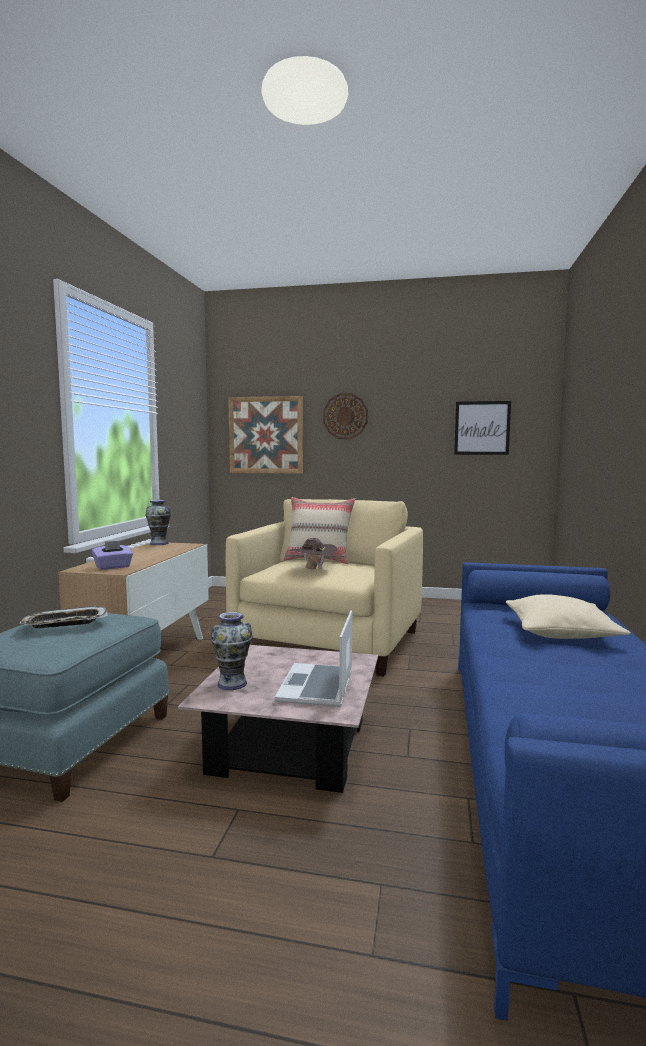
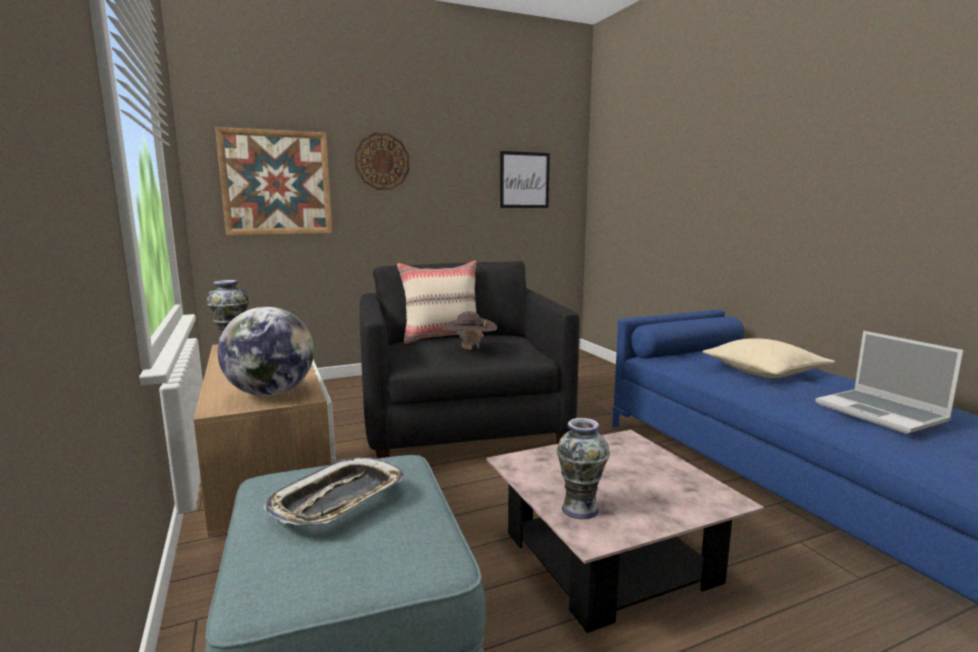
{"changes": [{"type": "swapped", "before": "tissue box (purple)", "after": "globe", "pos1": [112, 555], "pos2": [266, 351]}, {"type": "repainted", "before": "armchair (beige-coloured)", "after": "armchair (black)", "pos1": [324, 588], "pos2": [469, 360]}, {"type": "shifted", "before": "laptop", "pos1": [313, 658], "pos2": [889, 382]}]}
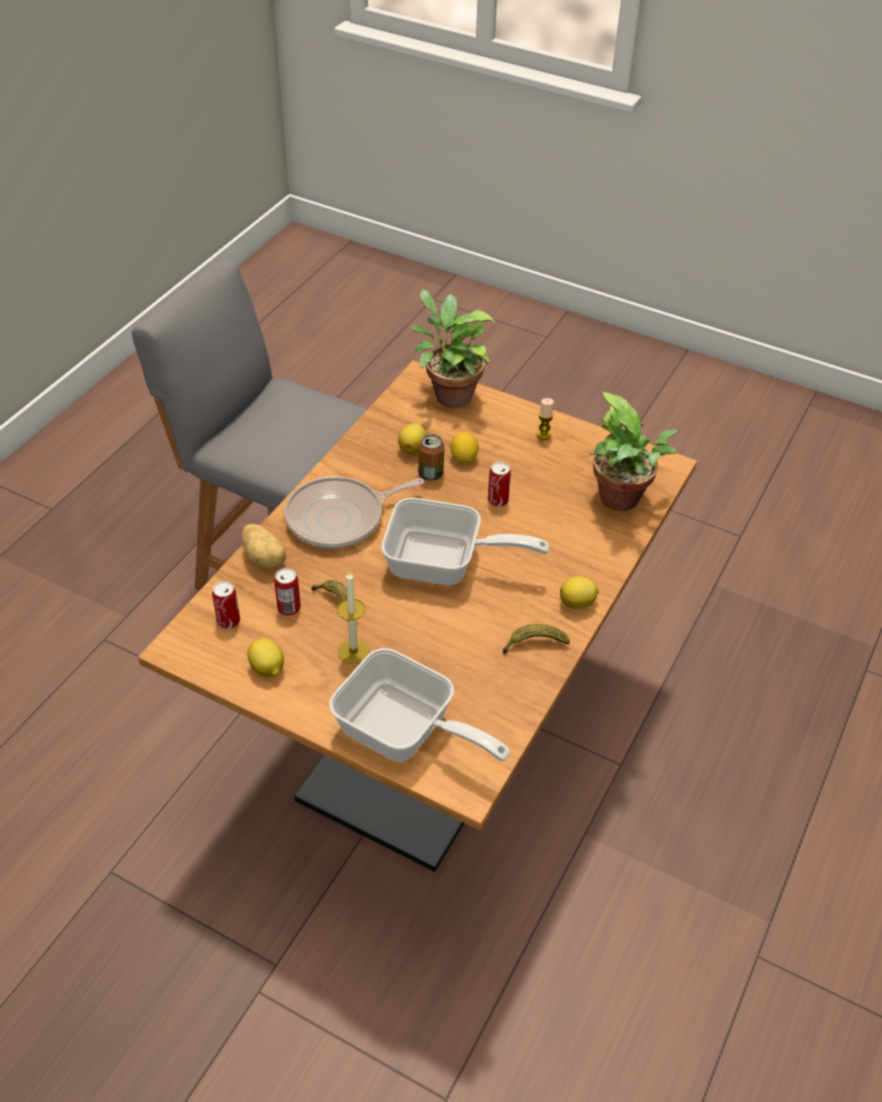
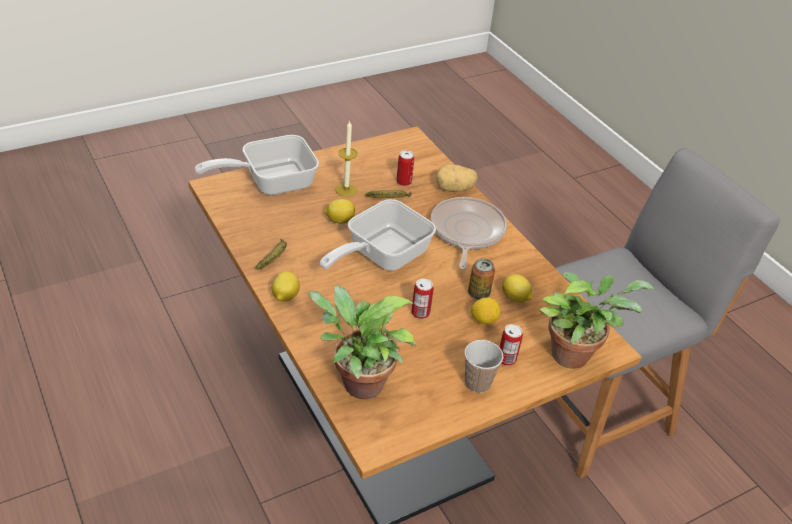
{"changes": [{"type": "shifted", "before": "sealed can", "pos1": [226, 605], "pos2": [511, 345]}, {"type": "shifted", "before": "whole lemon", "pos1": [265, 658], "pos2": [340, 211]}, {"type": "swapped", "before": "wax light", "after": "small cup", "pos1": [545, 419], "pos2": [484, 366]}]}
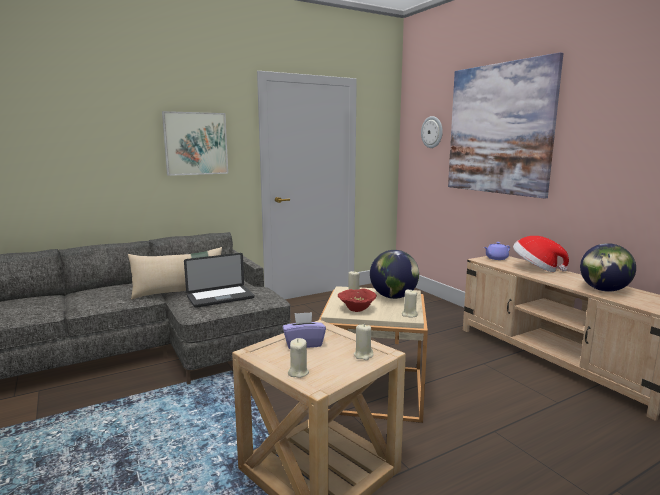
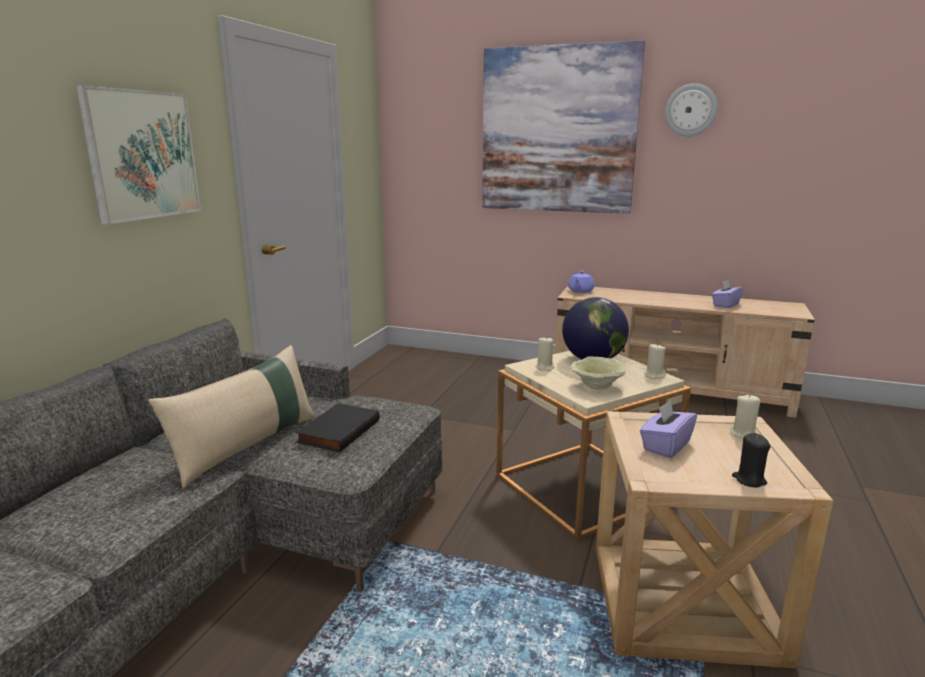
{"changes": [{"type": "swapped", "before": "laptop", "after": "bound book (black)", "pos1": [219, 280], "pos2": [338, 428]}, {"type": "repainted", "before": "wax light (beige-coloured)", "after": "wax light (black)", "pos1": [298, 358], "pos2": [751, 460]}, {"type": "repainted", "before": "serving bowl (red-coloured)", "after": "serving bowl (beige-coloured)", "pos1": [357, 300], "pos2": [598, 373]}, {"type": "shifted", "before": "clock on the wall", "pos1": [432, 132], "pos2": [691, 110]}, {"type": "gone", "before": "clothing hat", "pos1": [541, 254]}, {"type": "swapped", "before": "globe", "after": "tissue box (purple)", "pos1": [608, 267], "pos2": [727, 294]}]}
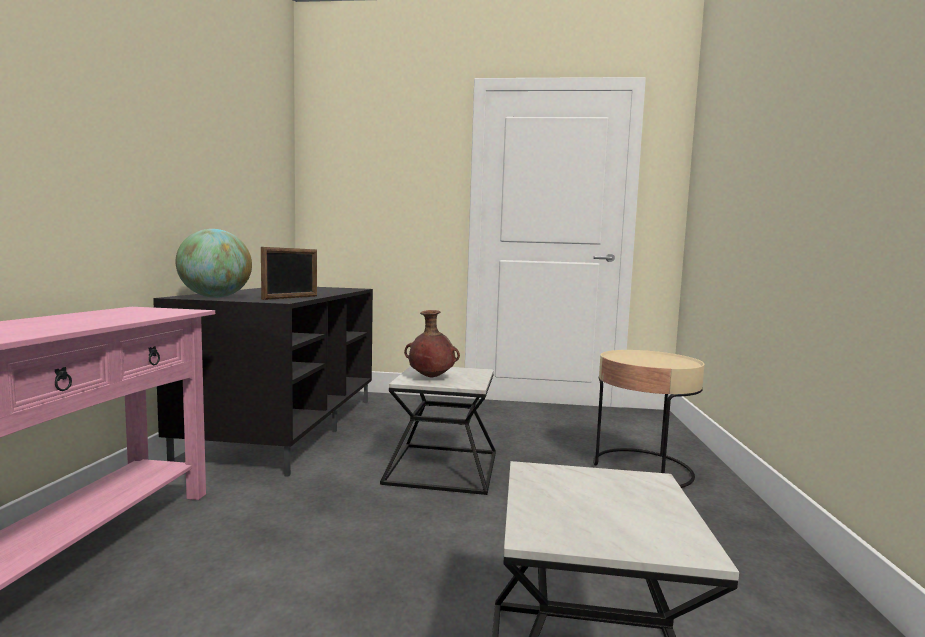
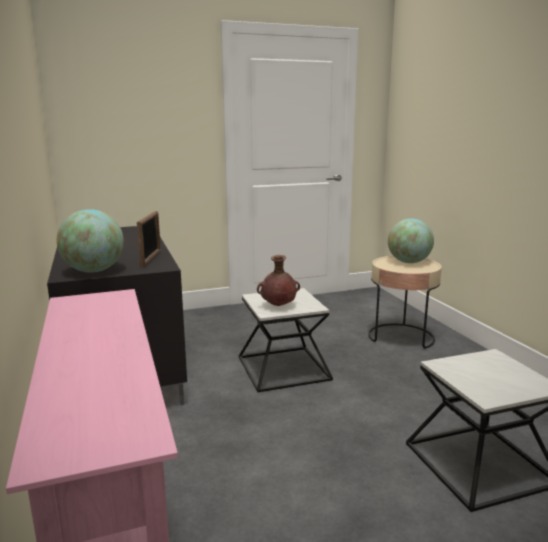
{"changes": [{"type": "new", "after": "globe", "pos2": [411, 240]}]}
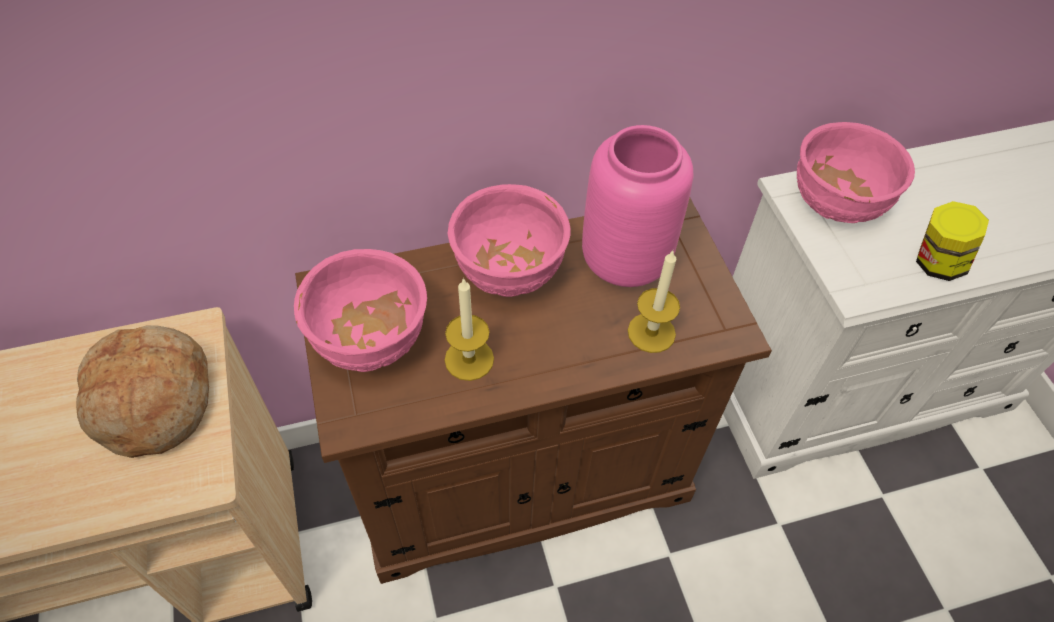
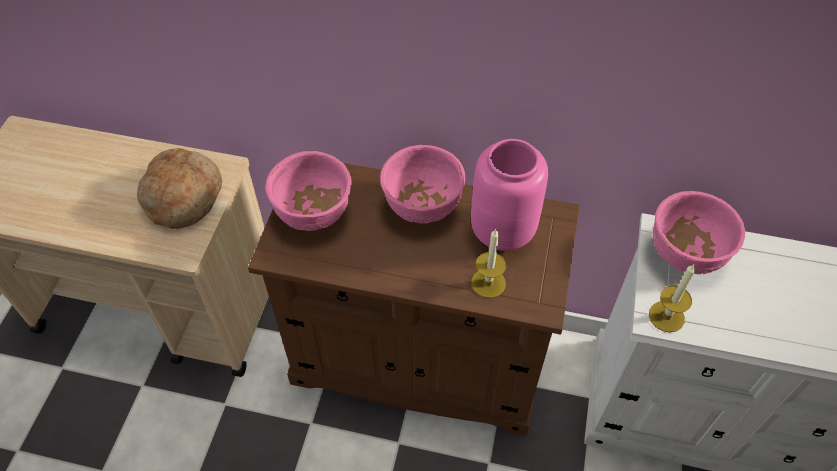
{"changes": [{"type": "shifted", "before": "wax light", "pos1": [469, 329], "pos2": [672, 298]}, {"type": "gone", "before": "preserve jar", "pos1": [952, 241]}]}
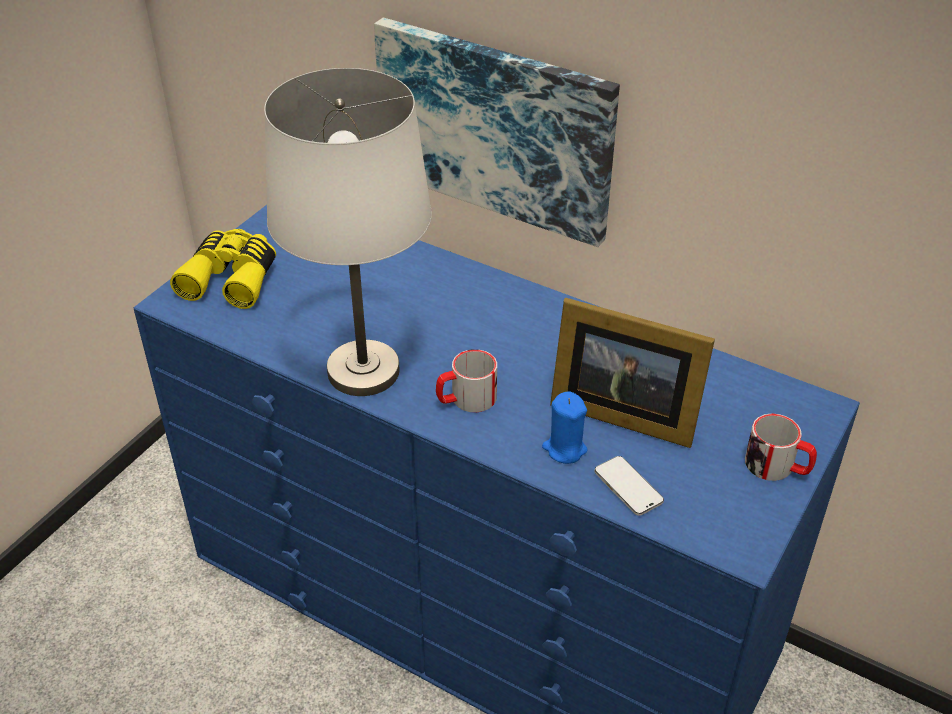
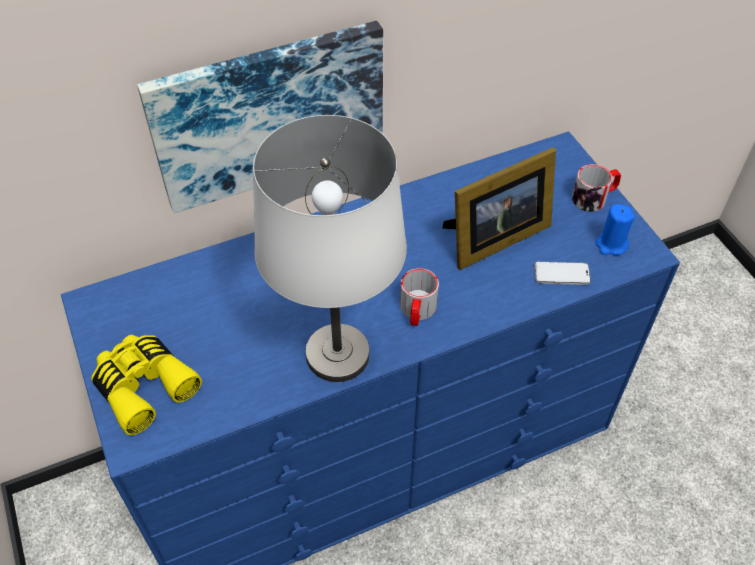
{"changes": [{"type": "shifted", "before": "wax light (bluish)", "pos1": [565, 427], "pos2": [615, 229]}]}
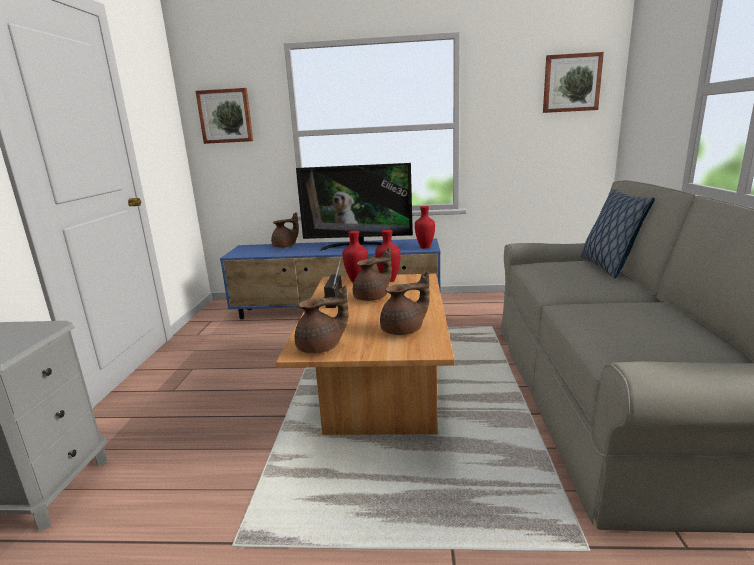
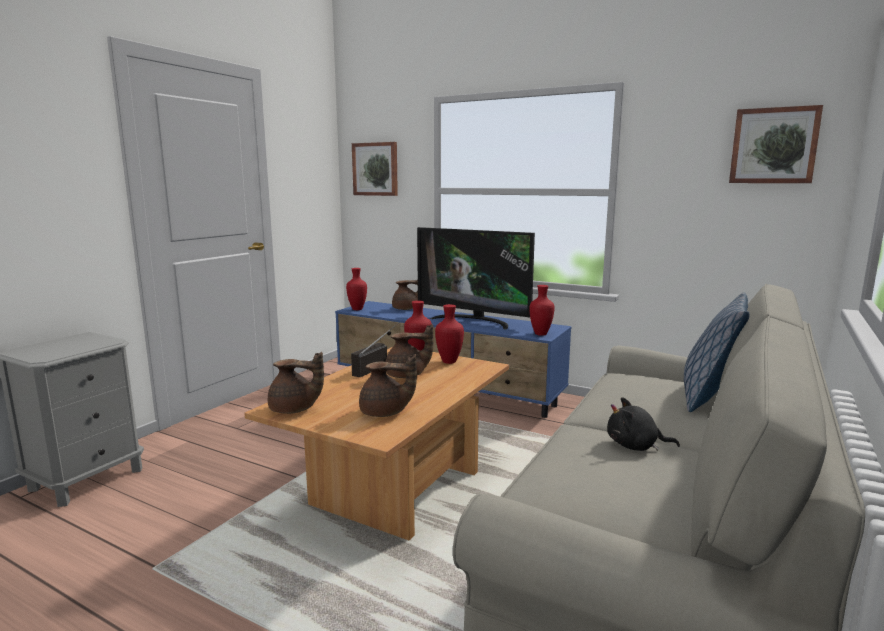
{"changes": [{"type": "new", "after": "flower vase (red-coloured)", "pos2": [356, 289]}, {"type": "new", "after": "plush toy (black)", "pos2": [643, 424]}]}
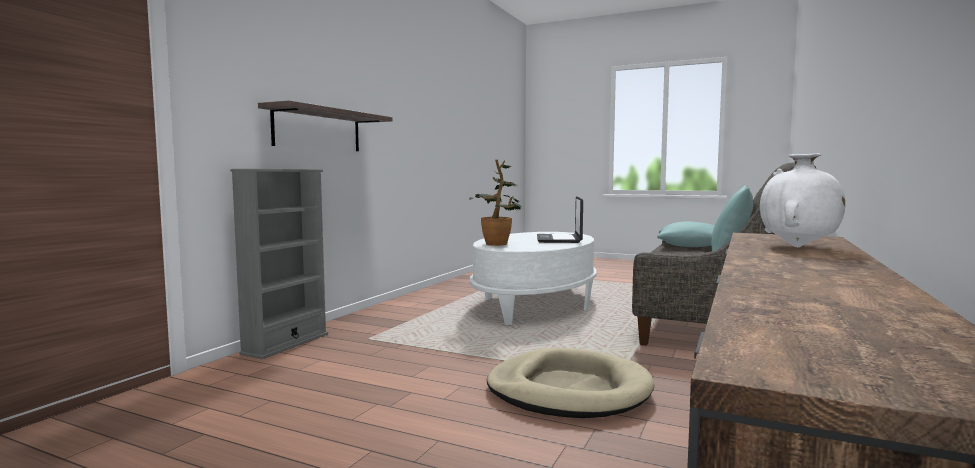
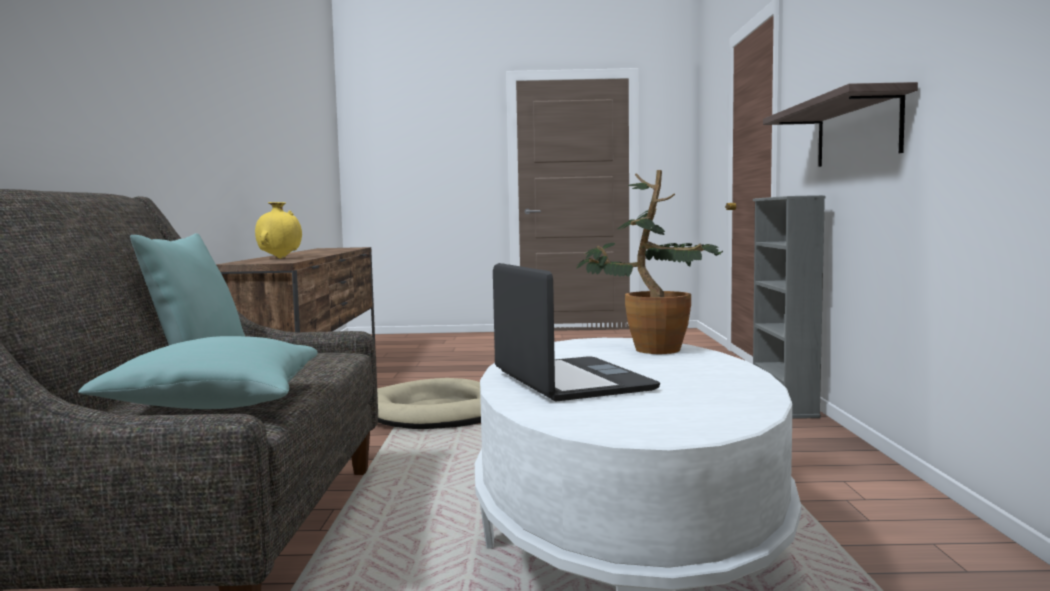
{"changes": [{"type": "repainted", "before": "flower vase (white-coloured)", "after": "flower vase (yellowish)", "pos1": [802, 200], "pos2": [278, 230]}]}
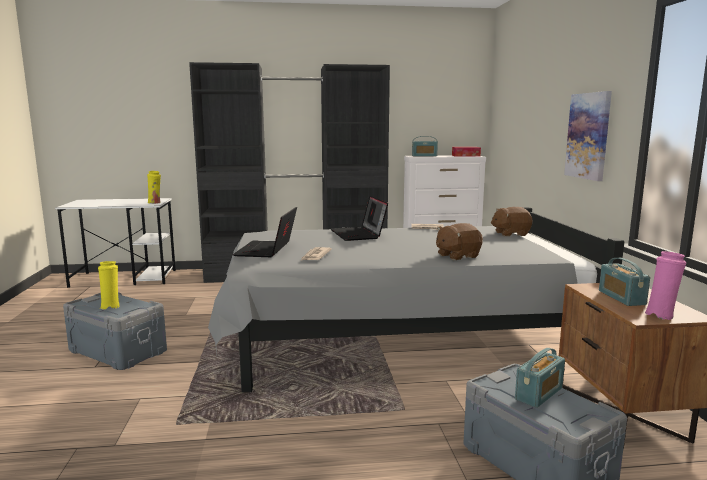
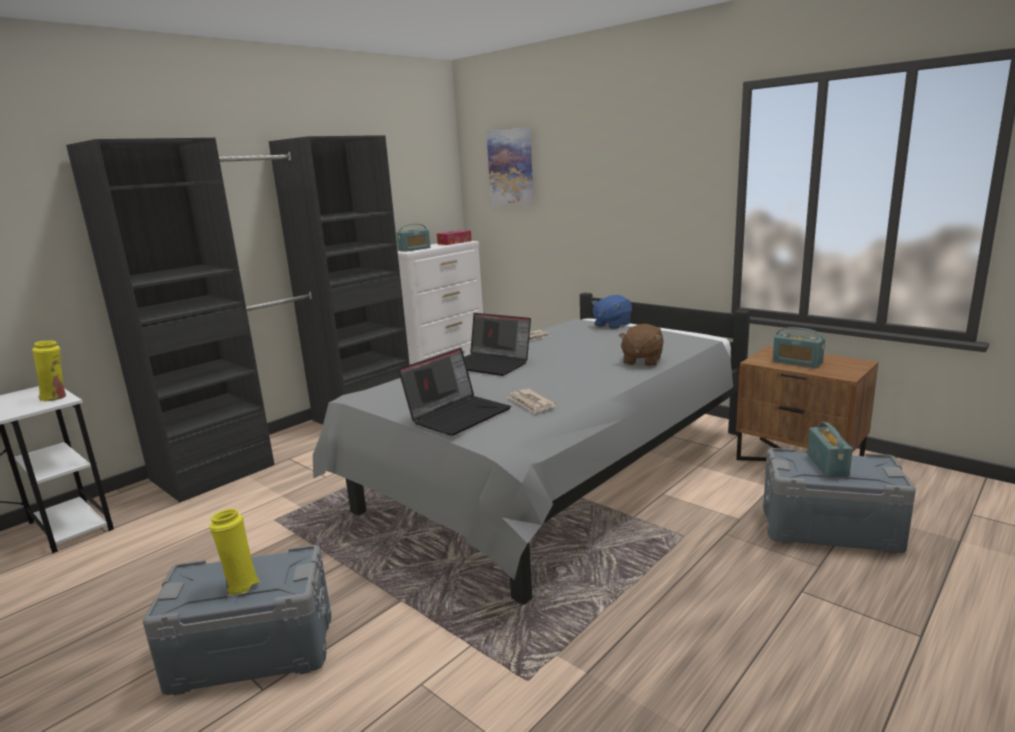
{"changes": [{"type": "rotated", "before": "laptop", "pos1": [265, 232], "pos2": [454, 392], "turn": -105}, {"type": "repainted", "before": "plush toy (brownish)", "after": "plush toy (bluish)", "pos1": [512, 221], "pos2": [611, 312]}, {"type": "shifted", "before": "wall art", "pos1": [588, 136], "pos2": [510, 166]}, {"type": "gone", "before": "flower vase (pinkish)", "pos1": [665, 285]}]}
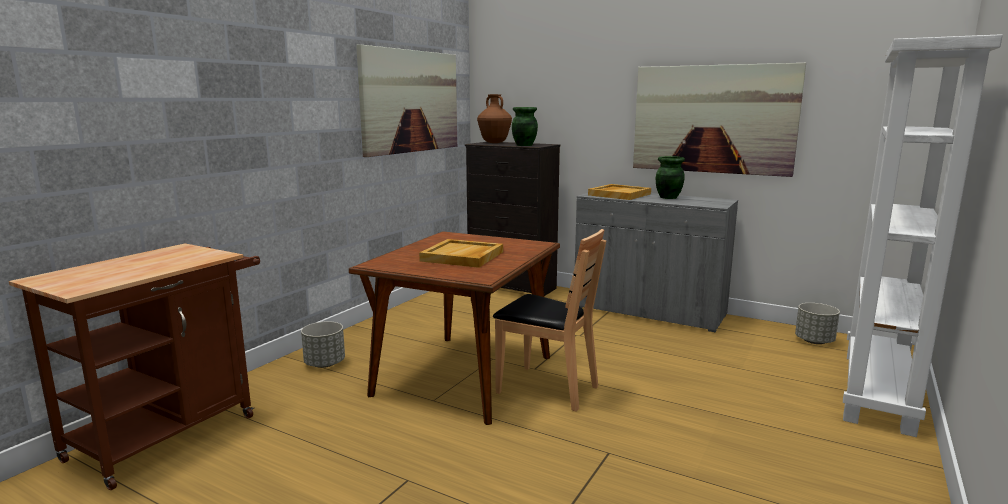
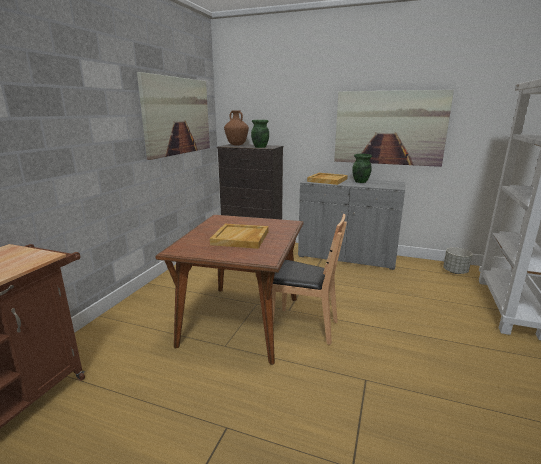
{"changes": [{"type": "gone", "before": "planter (grey)", "pos1": [323, 344]}]}
